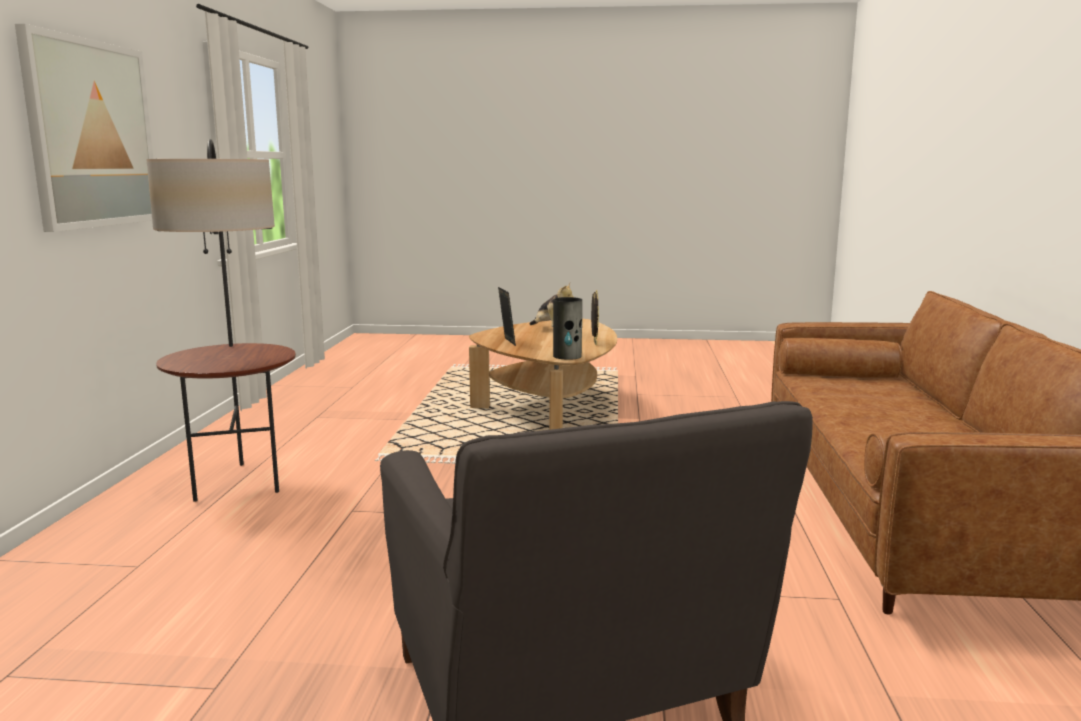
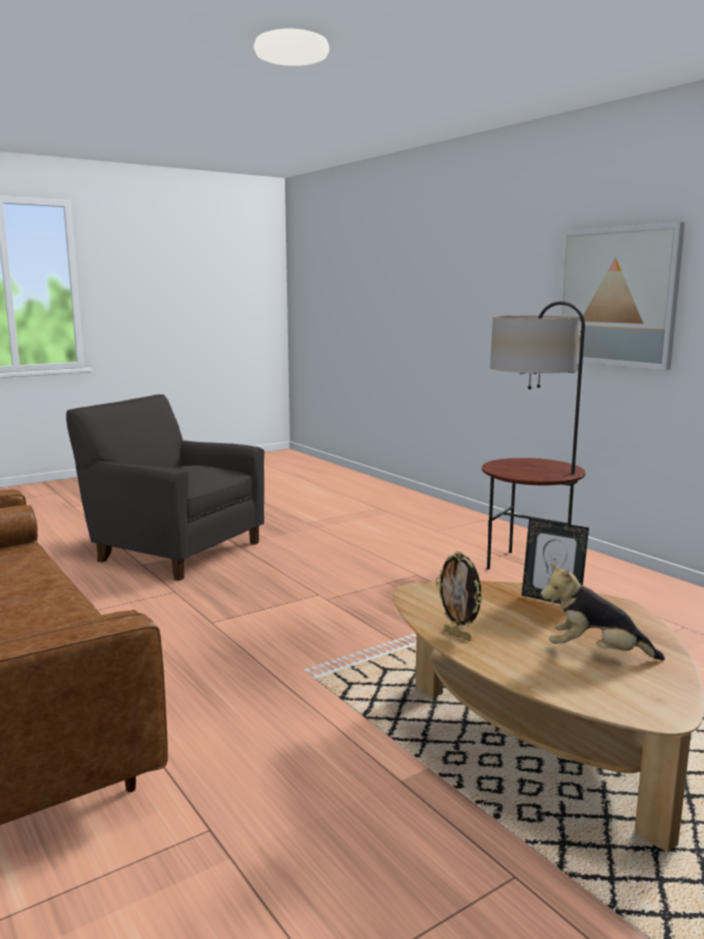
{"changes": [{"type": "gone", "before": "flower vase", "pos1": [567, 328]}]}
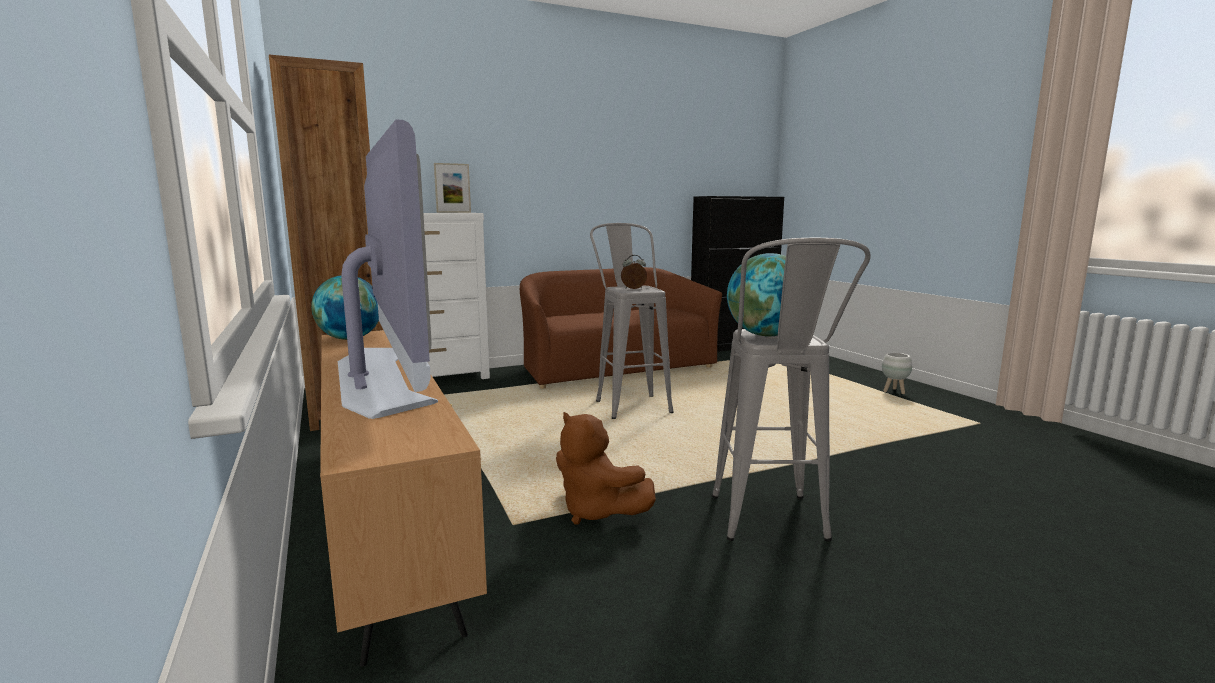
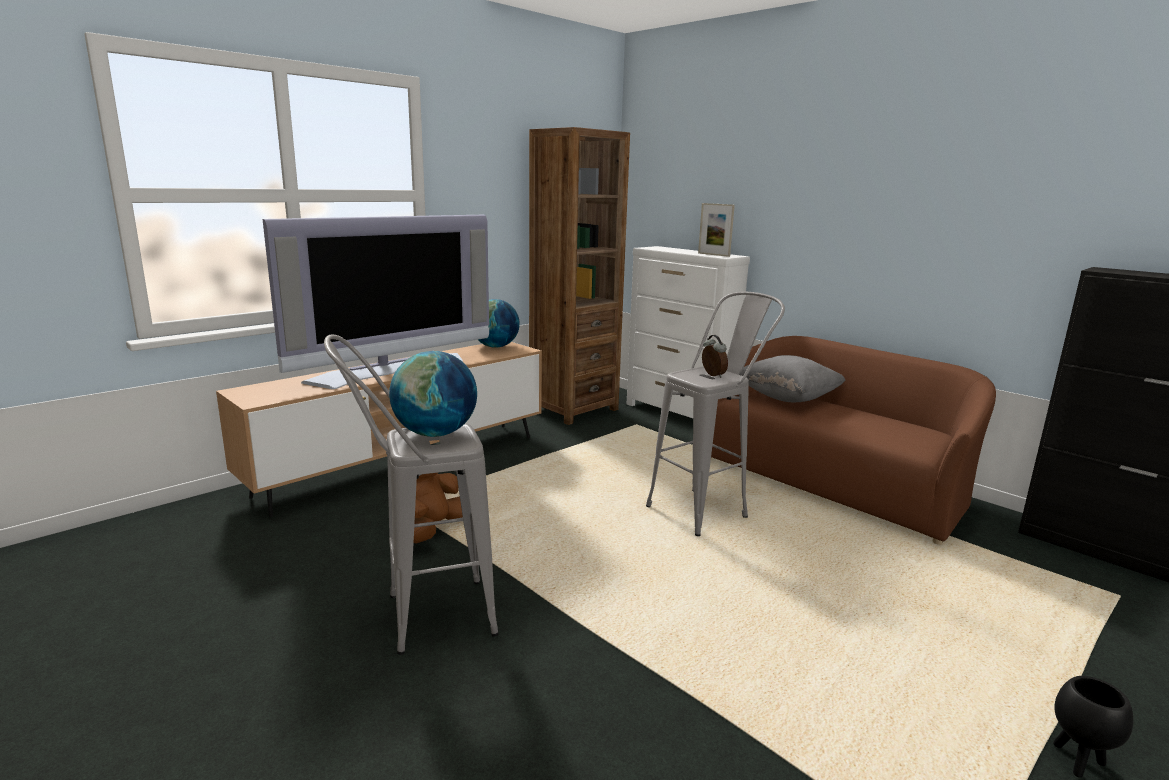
{"changes": [{"type": "repainted", "before": "planter (white-coloured)", "after": "planter (black)", "pos1": [897, 373], "pos2": [1093, 727]}, {"type": "new", "after": "cushion (grey)", "pos2": [792, 378]}]}
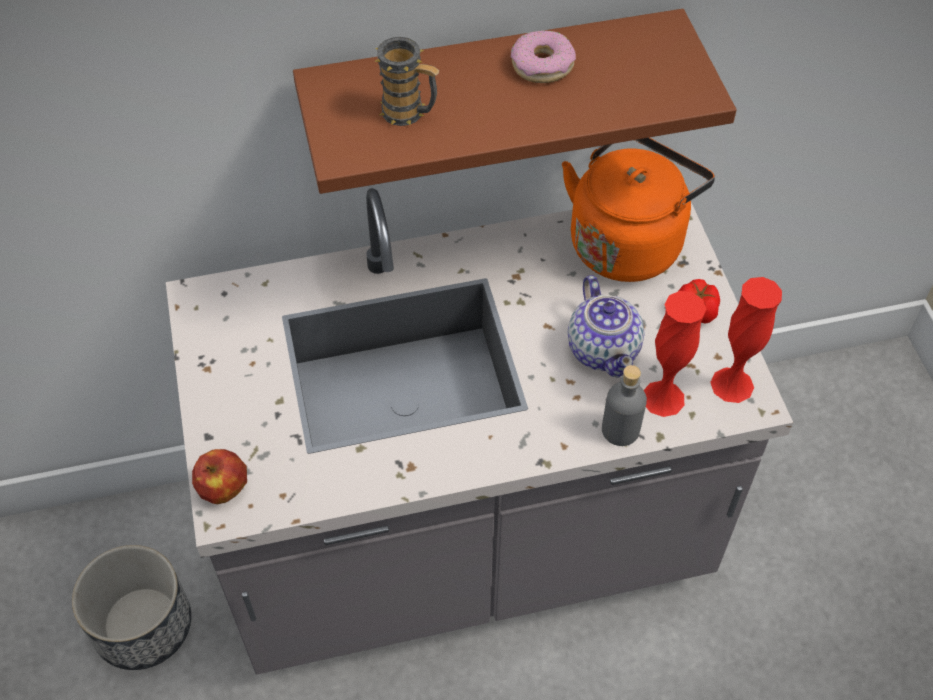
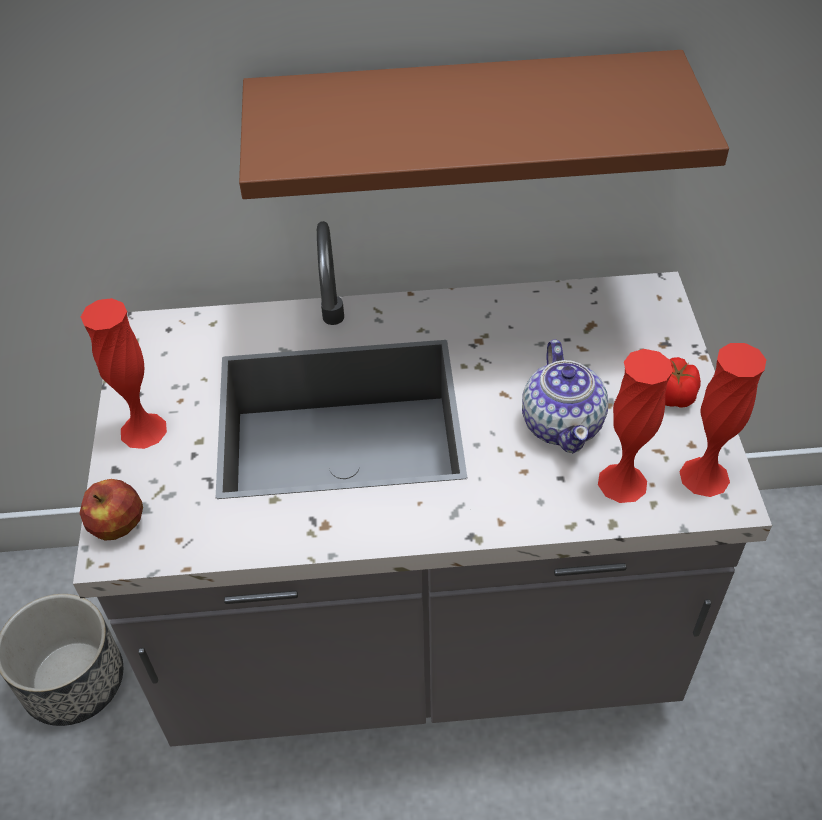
{"changes": [{"type": "gone", "before": "mug", "pos1": [406, 81]}, {"type": "gone", "before": "ring doughnut", "pos1": [543, 56]}, {"type": "gone", "before": "kettle (orange-coloured)", "pos1": [638, 210]}, {"type": "gone", "before": "drink bottle (grey)", "pos1": [624, 405]}, {"type": "new", "after": "flower vase (red-coloured)", "pos2": [124, 373]}]}
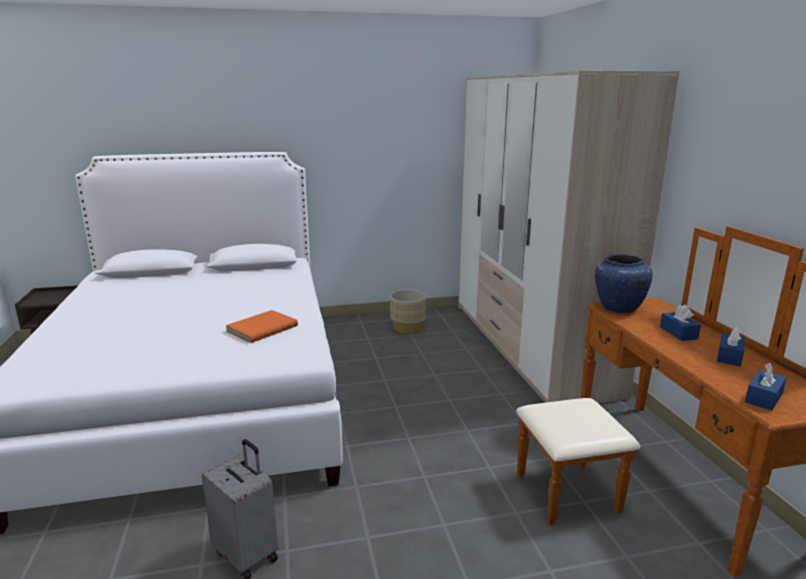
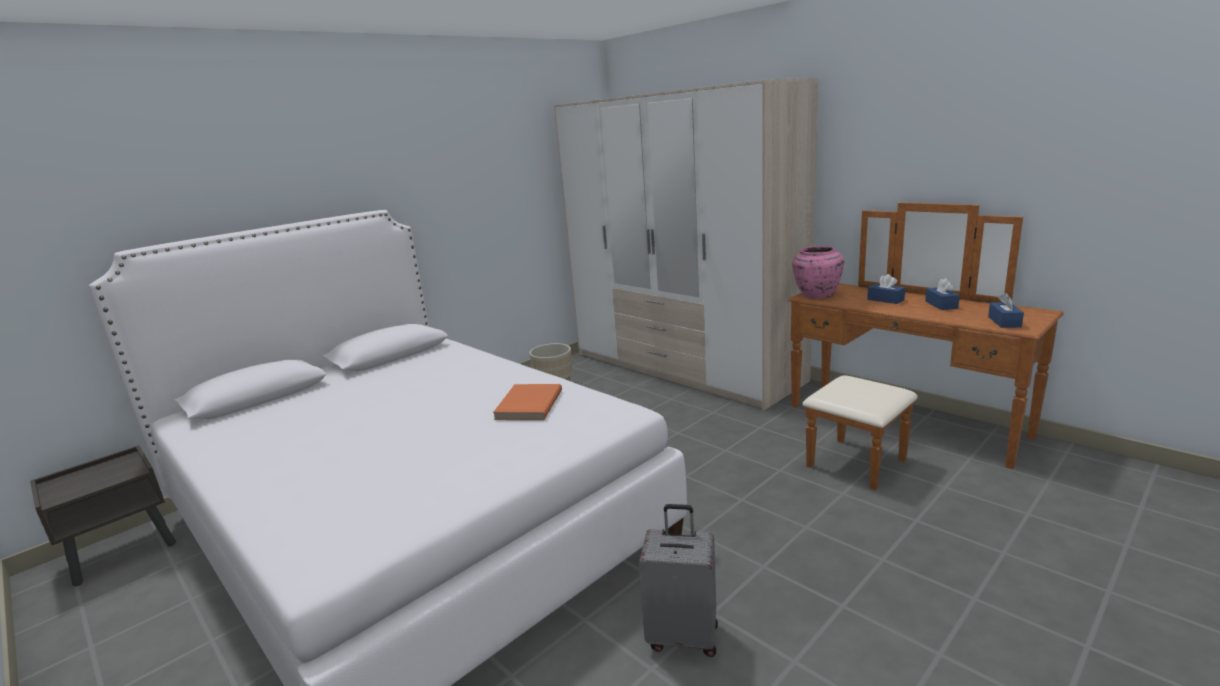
{"changes": [{"type": "repainted", "before": "flower vase (bluish)", "after": "flower vase (pinkish)", "pos1": [624, 283], "pos2": [818, 272]}]}
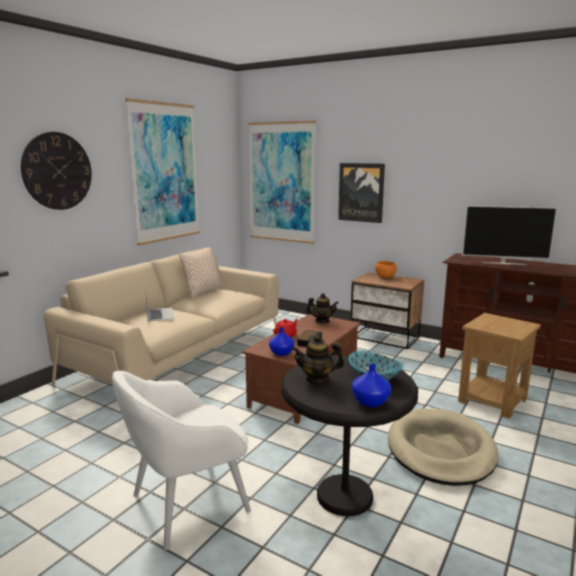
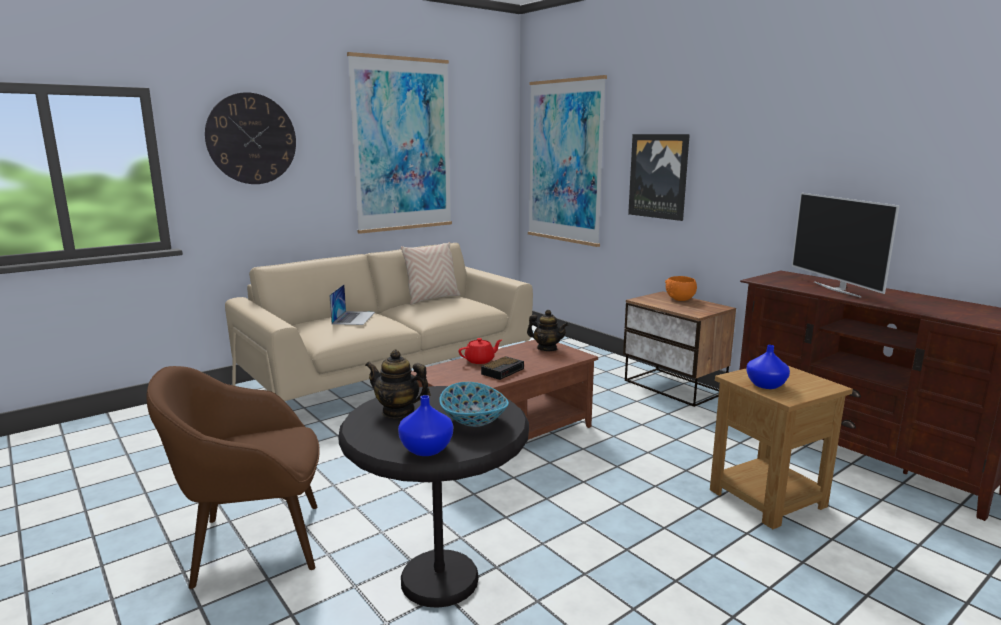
{"changes": [{"type": "repainted", "before": "armchair (white-coloured)", "after": "armchair (brownish)", "pos1": [181, 460], "pos2": [233, 477]}, {"type": "shifted", "before": "flower vase (bluish)", "pos1": [282, 341], "pos2": [768, 367]}, {"type": "gone", "before": "pet bed (beige-coloured)", "pos1": [443, 447]}, {"type": "rotated", "before": "television", "pos1": [509, 235], "pos2": [846, 245], "turn": 45}]}
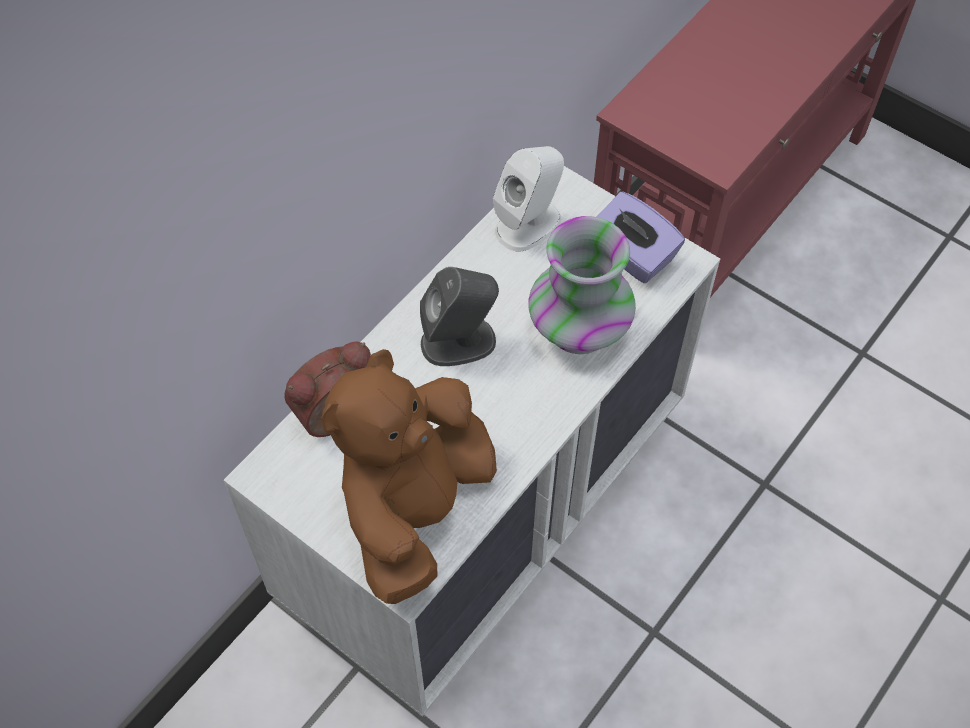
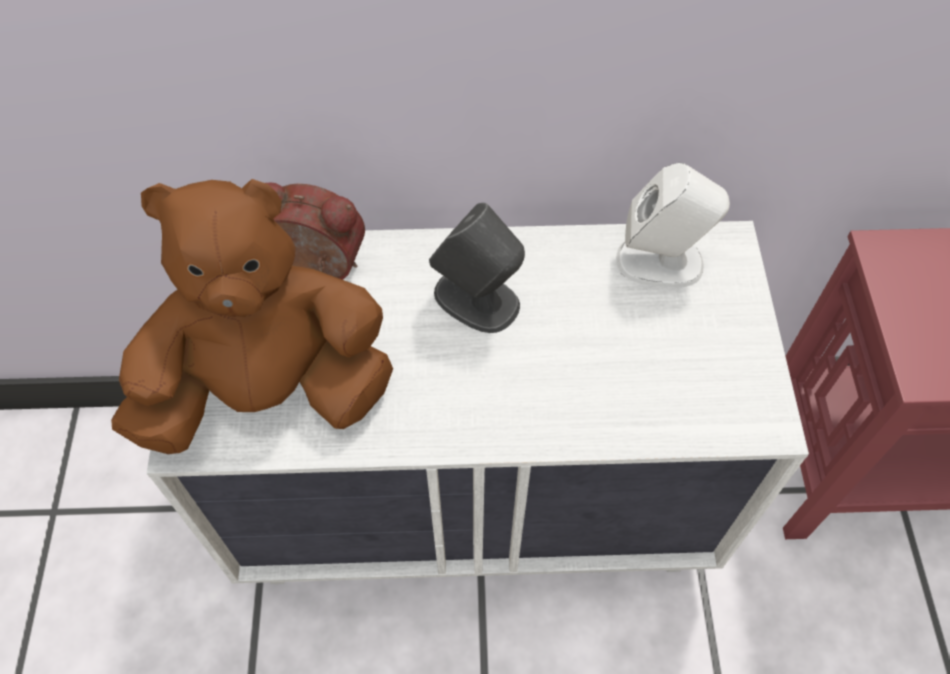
{"changes": [{"type": "gone", "before": "flower vase", "pos1": [582, 285]}, {"type": "gone", "before": "tissue box (purple)", "pos1": [641, 237]}]}
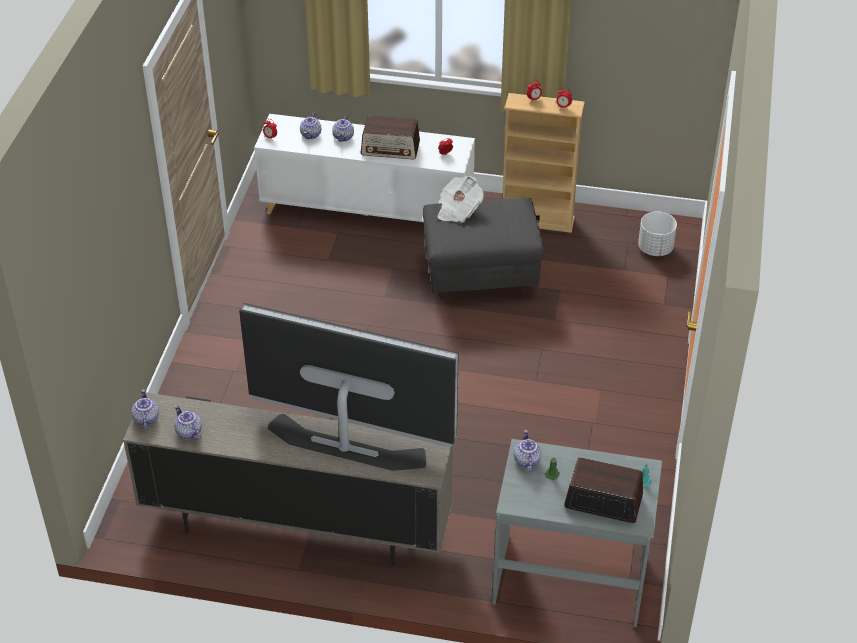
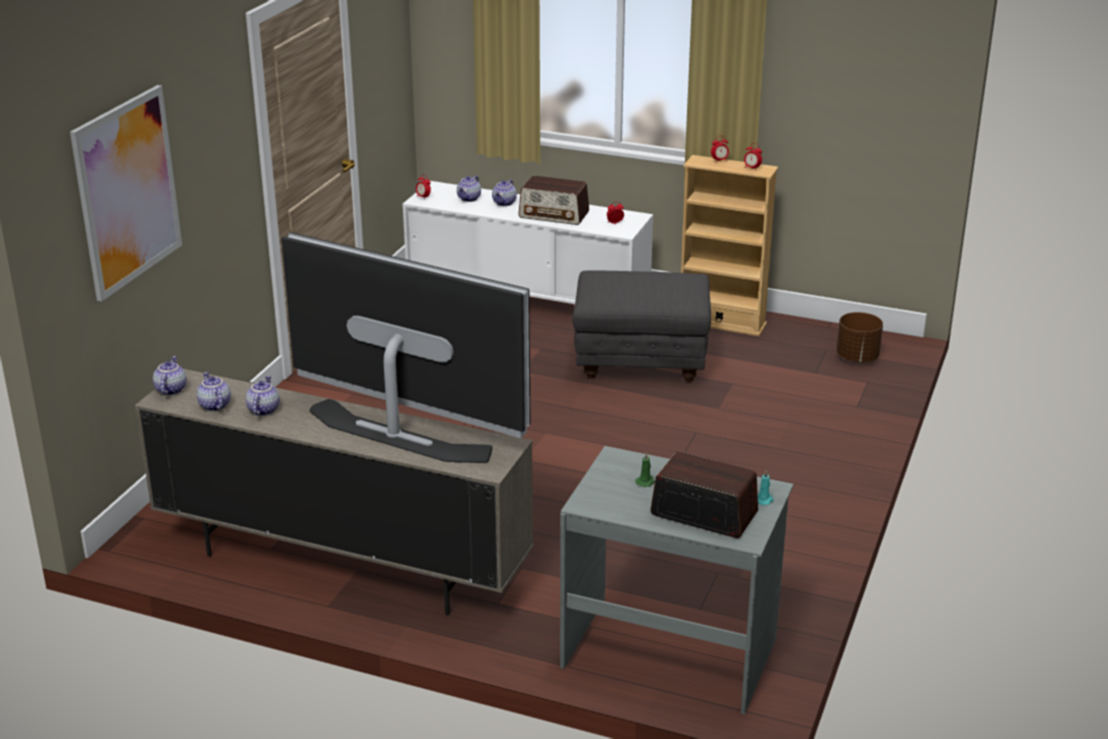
{"changes": [{"type": "gone", "before": "newspaper", "pos1": [461, 199]}, {"type": "shifted", "before": "tea pot", "pos1": [528, 450], "pos2": [263, 396]}, {"type": "repainted", "before": "planter (white-coloured)", "after": "planter (brownish)", "pos1": [657, 234], "pos2": [859, 337]}, {"type": "new", "after": "wall art", "pos2": [126, 193]}]}
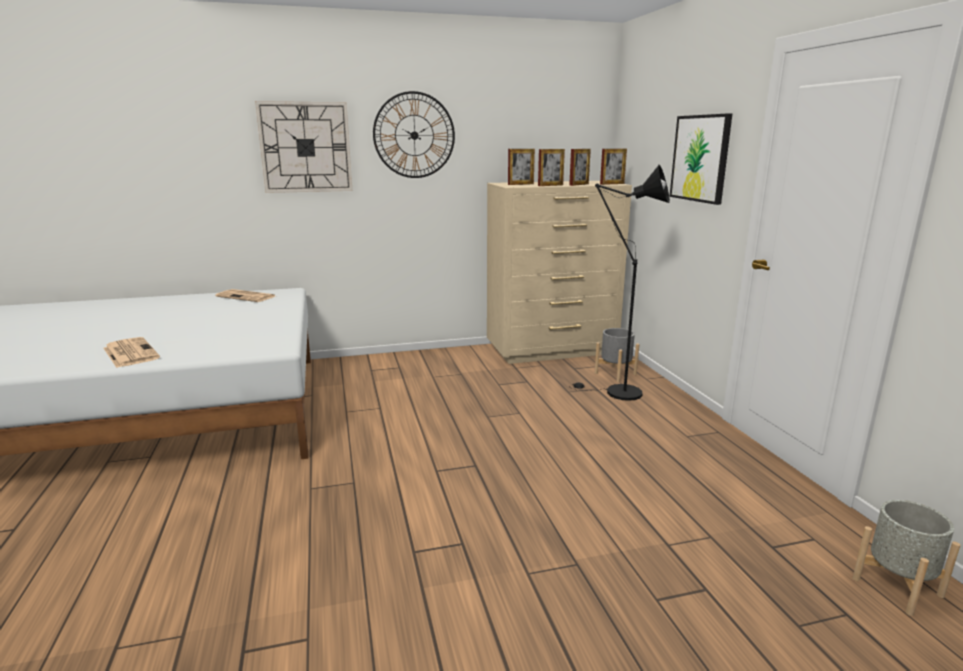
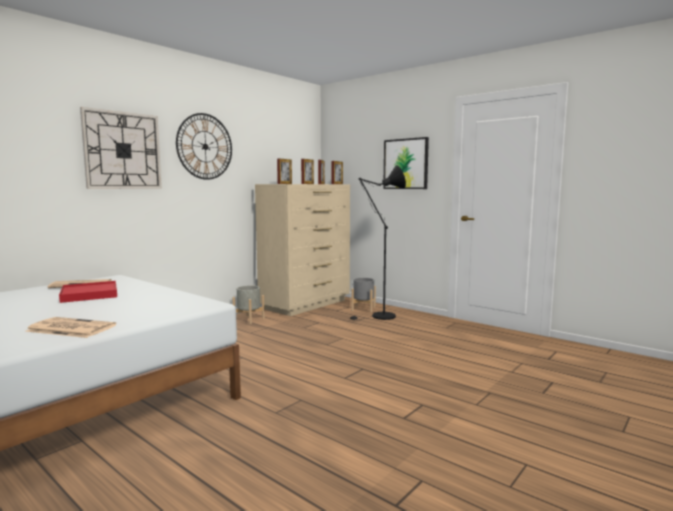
{"changes": [{"type": "shifted", "before": "planter (grey)", "pos1": [906, 558], "pos2": [248, 304]}, {"type": "new", "after": "serving tray (red-coloured)", "pos2": [88, 292]}]}
